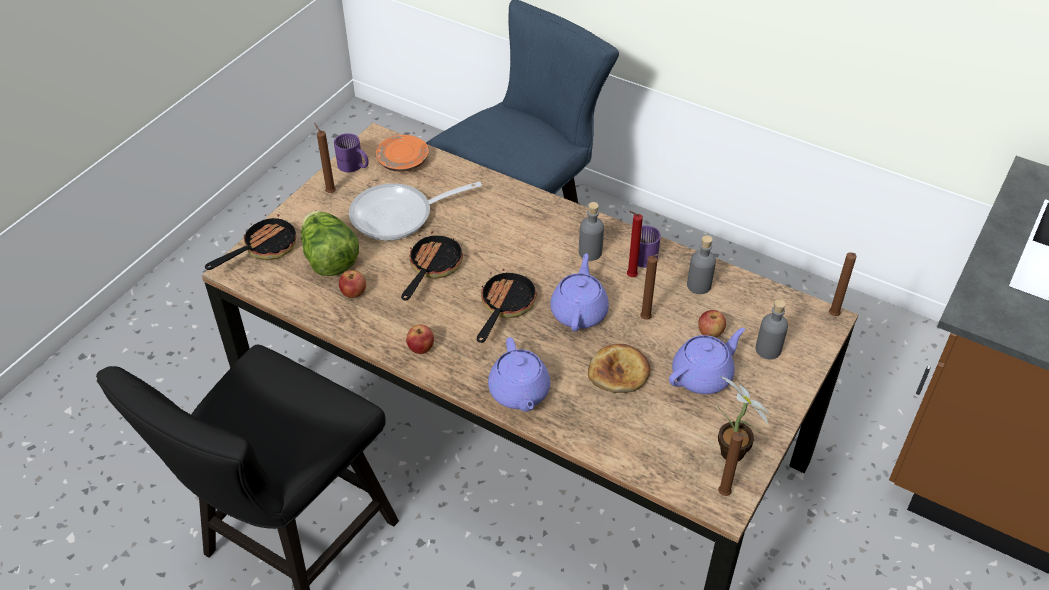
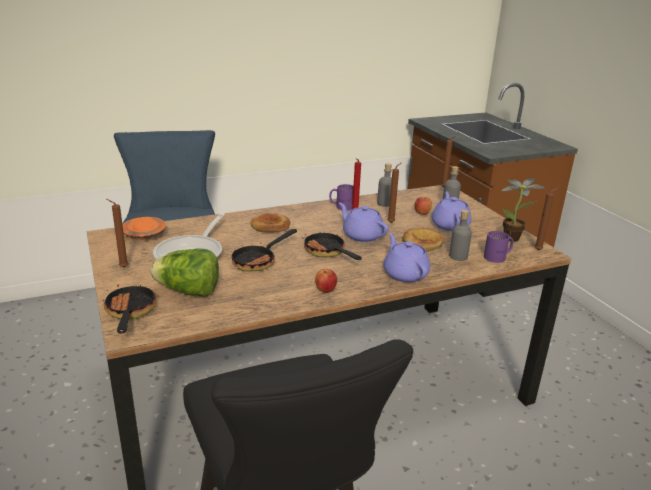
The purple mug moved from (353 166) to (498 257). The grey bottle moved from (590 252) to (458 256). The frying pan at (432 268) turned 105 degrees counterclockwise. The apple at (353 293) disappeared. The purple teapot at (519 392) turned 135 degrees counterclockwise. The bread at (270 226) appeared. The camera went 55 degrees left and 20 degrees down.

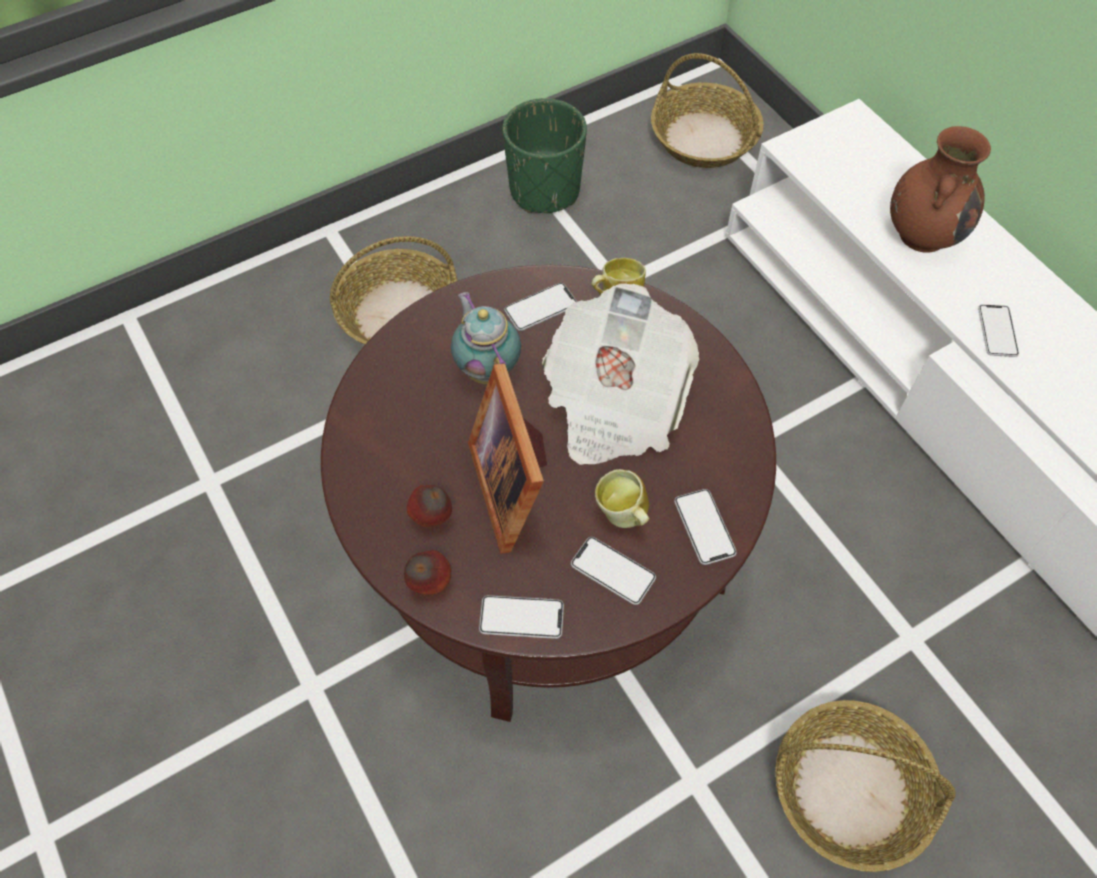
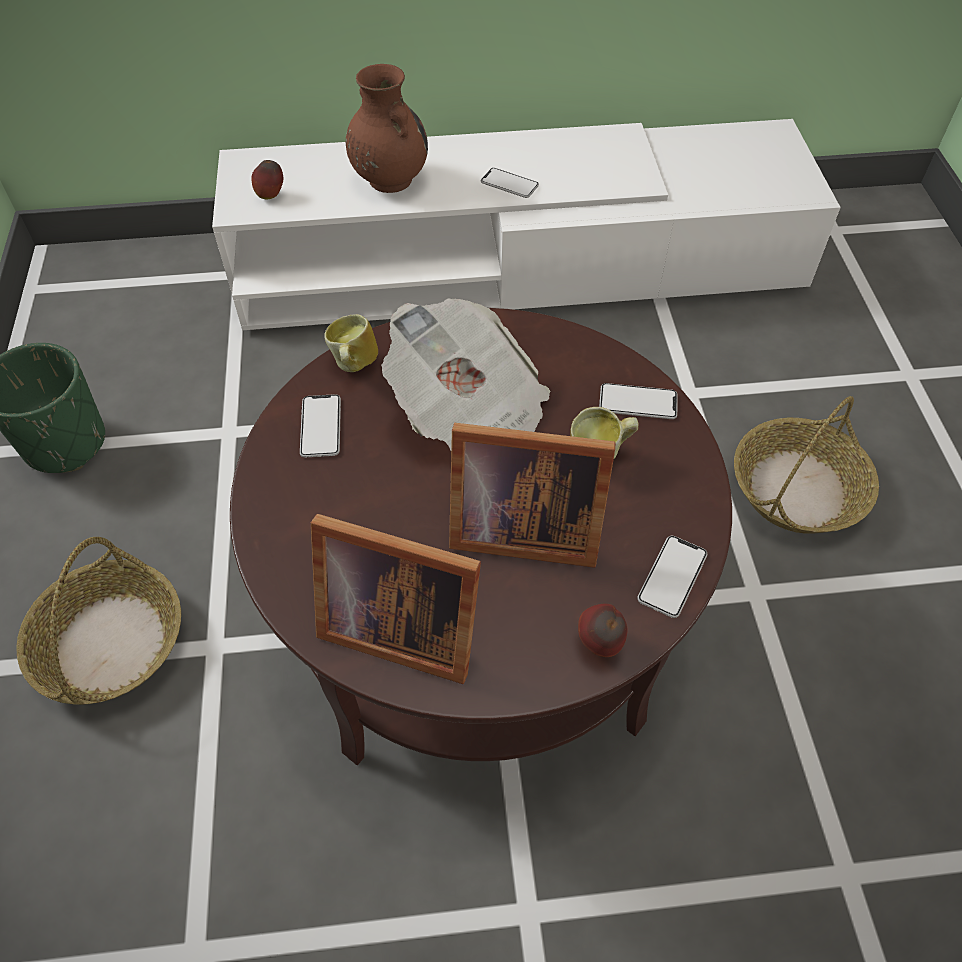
The basket at (704 138) disappeared. The teapot at (487 368) disappeared. The apple moved from (432 518) to (271 195). The phone at (613 571) disappeared. The picture frame at (397 625) appeared. The camera went 65 degrees left and 5 degrees down.

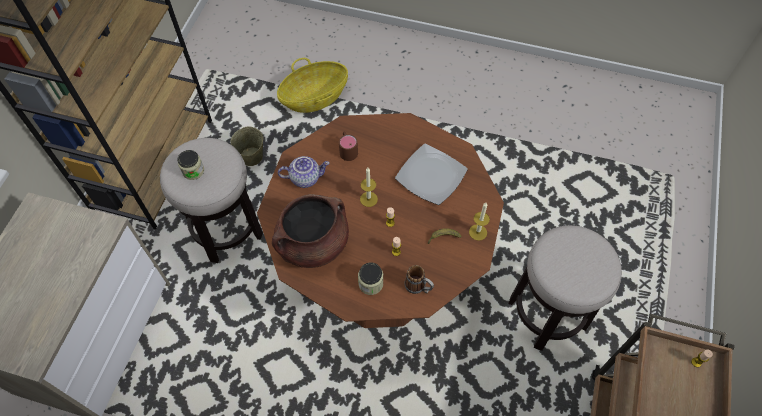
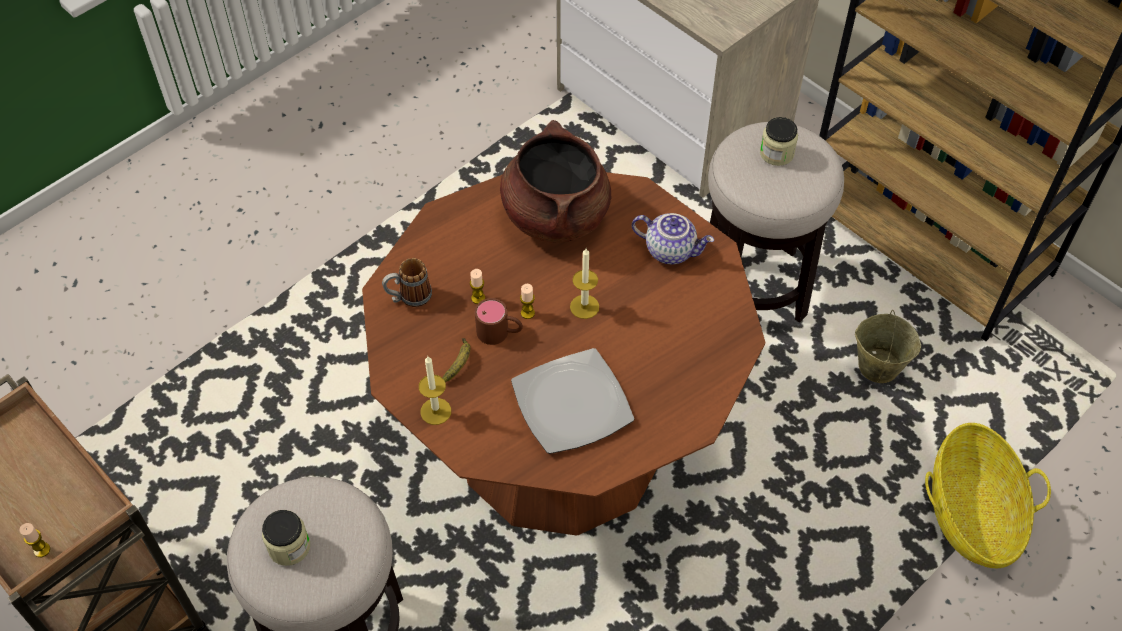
The brown mug moved from (347 149) to (500 333). The teapot at (305 177) turned 90 degrees counterclockwise. The jar moved from (370 283) to (289 547). The camera went 120 degrees right and 5 degrees down.

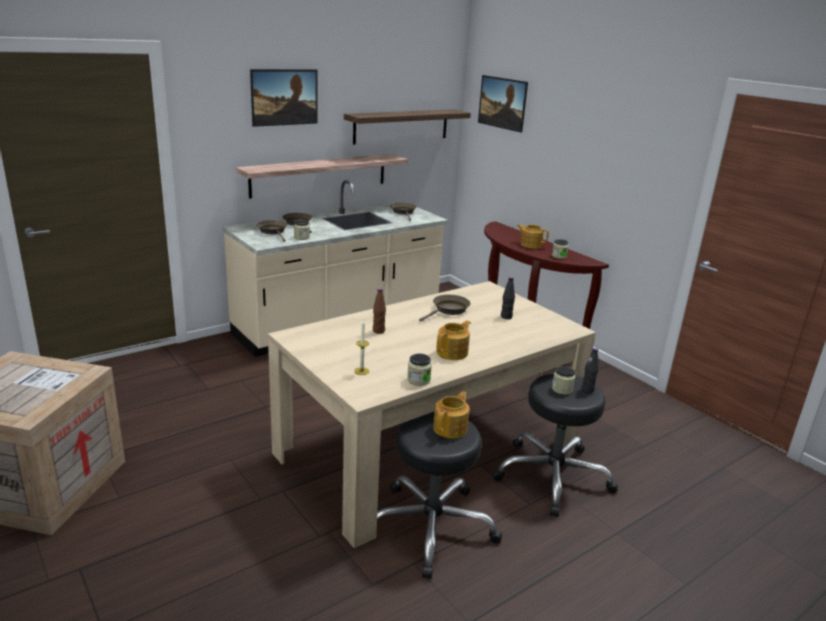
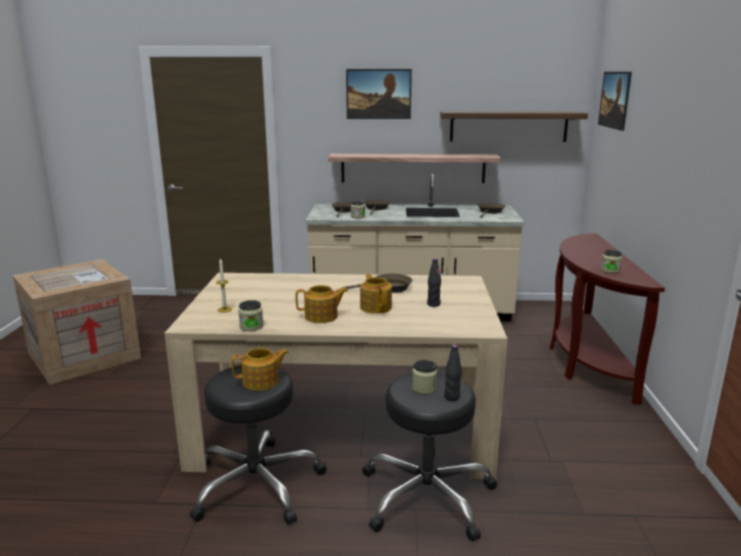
The teapot moved from (530 245) to (376 307). The brown bottle at (378 331) disappeared. The camera went 40 degrees right and 5 degrees down.

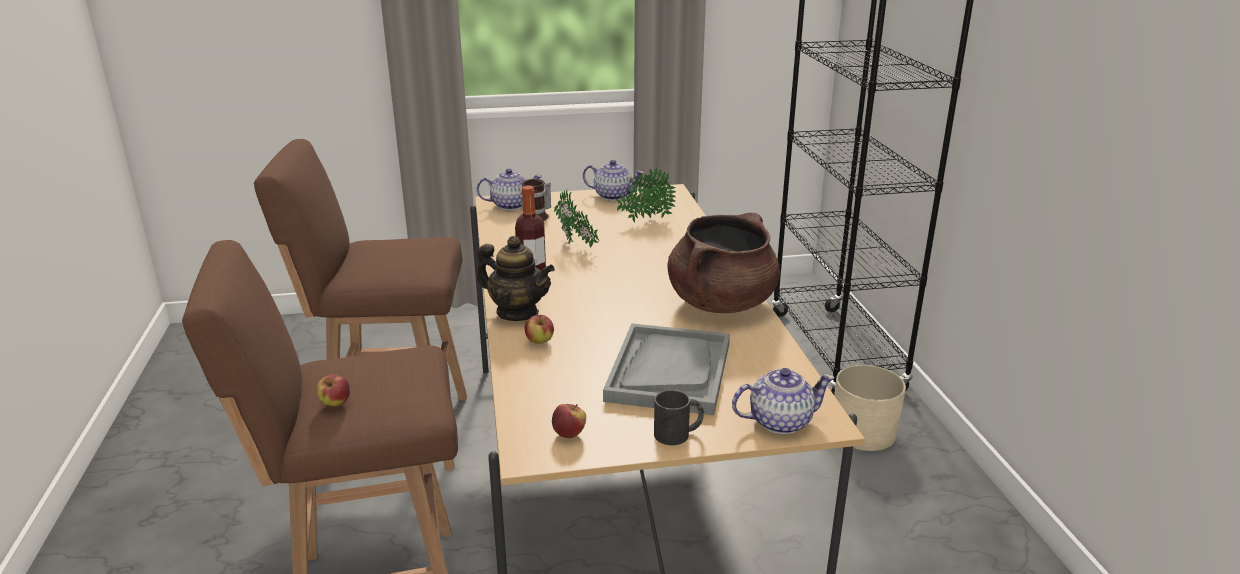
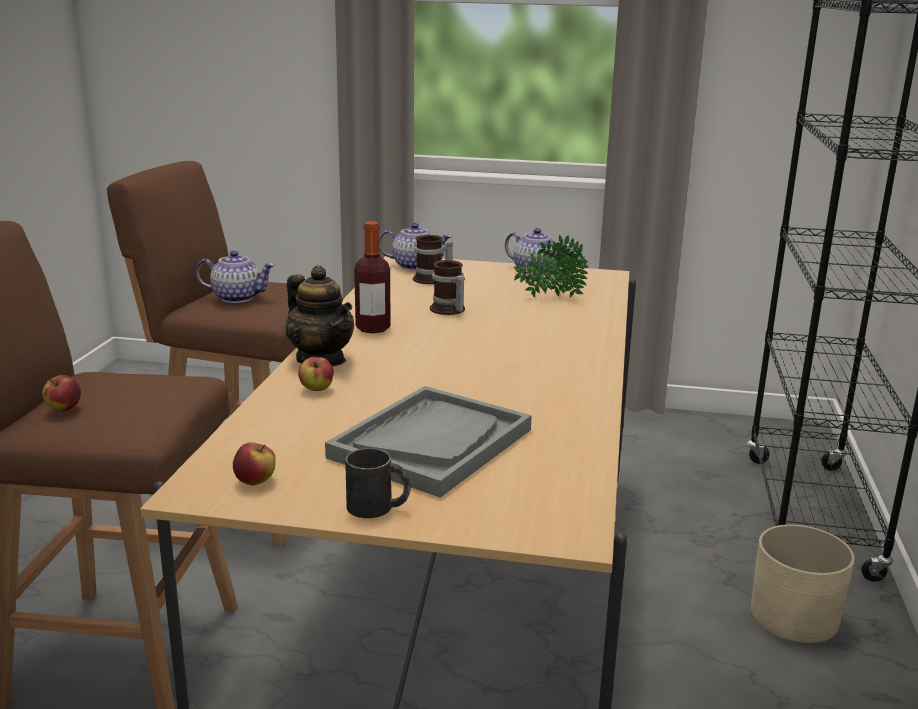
The potted plant at (576 246) was replaced by the mug at (447 310). The brown cooking pot at (721 303) disappeared. The teapot moved from (779 421) to (236 297). The camera went 20 degrees right and 5 degrees down.

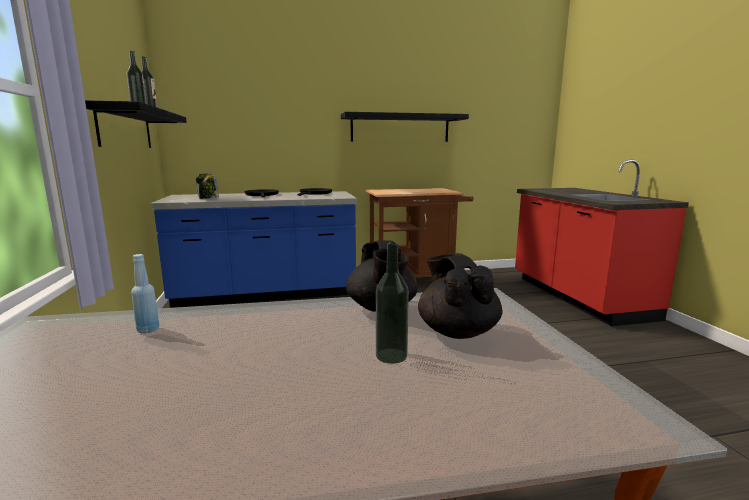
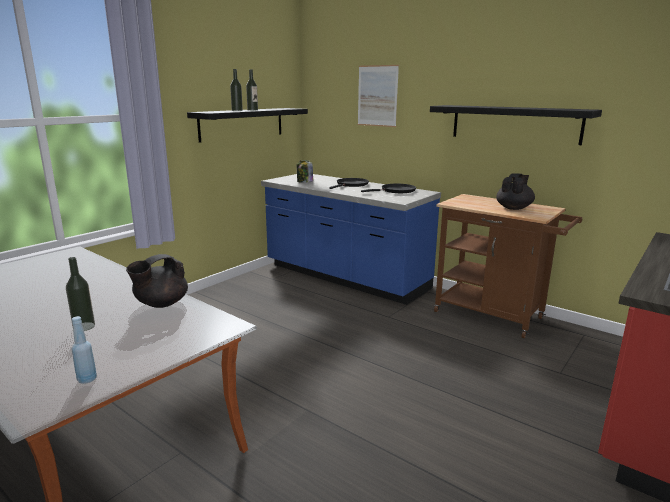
The black teapot moved from (457 331) to (514 208). The blue bottle moved from (148 330) to (87 379). The picture at (377 96) appeared. The camera went 50 degrees right and 5 degrees up.

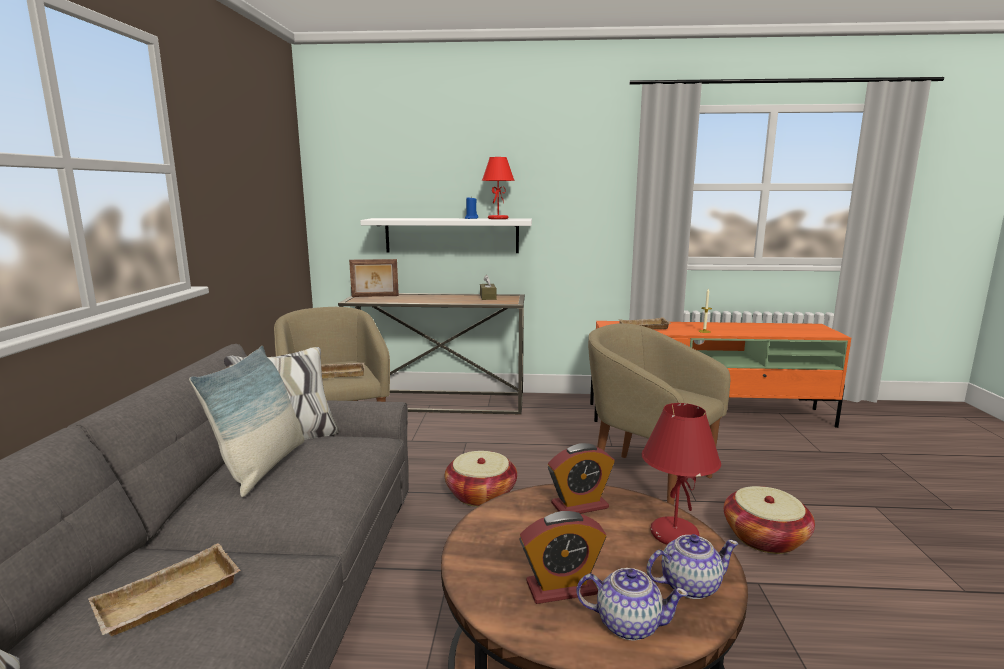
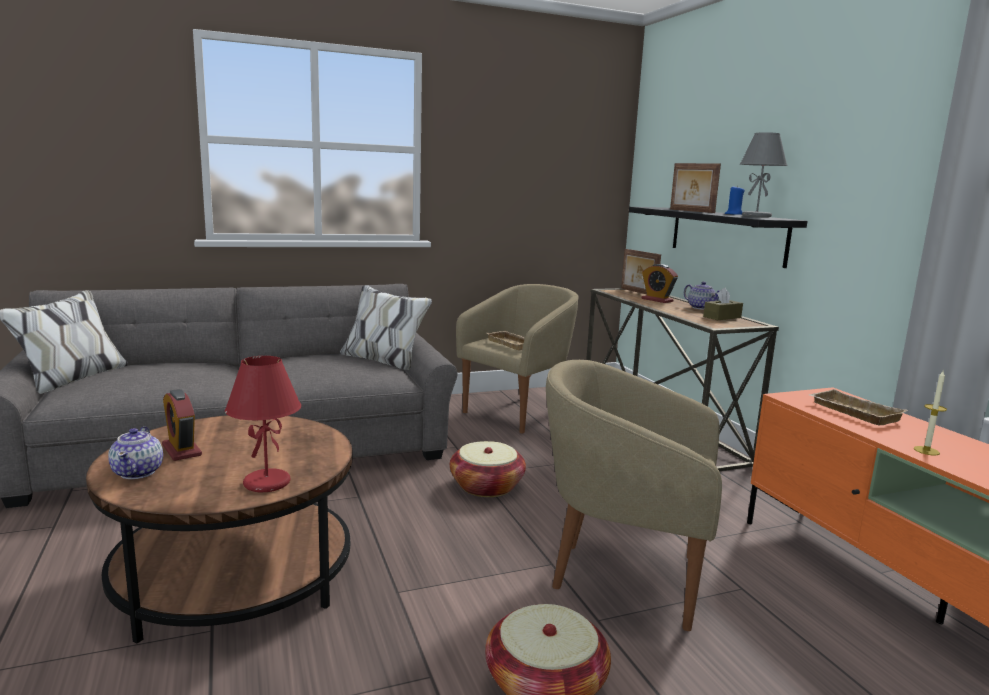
The red table lamp at (498 218) became the grey table lamp at (757 216). The white shelf at (452 235) became the black shelf at (726 235). The beige armchair at (647 478) turned 90 degrees counterclockwise. The pillow at (262 466) disappeared. The alarm clock moved from (579 506) to (657 300). The teapot moved from (689 585) to (701 307). The beige tray at (168 600) disappeared. The picture frame at (691 211) appeared. The camera went 65 degrees right and 0 degrees up.

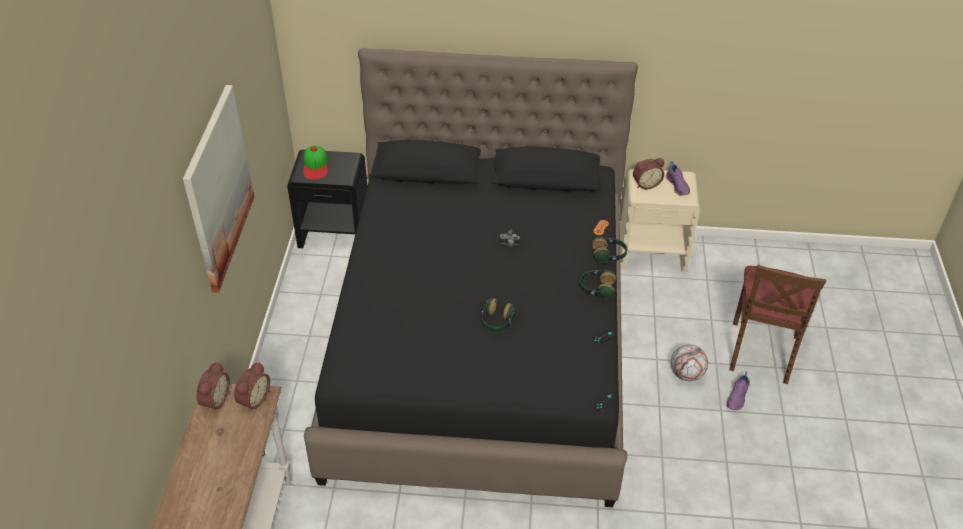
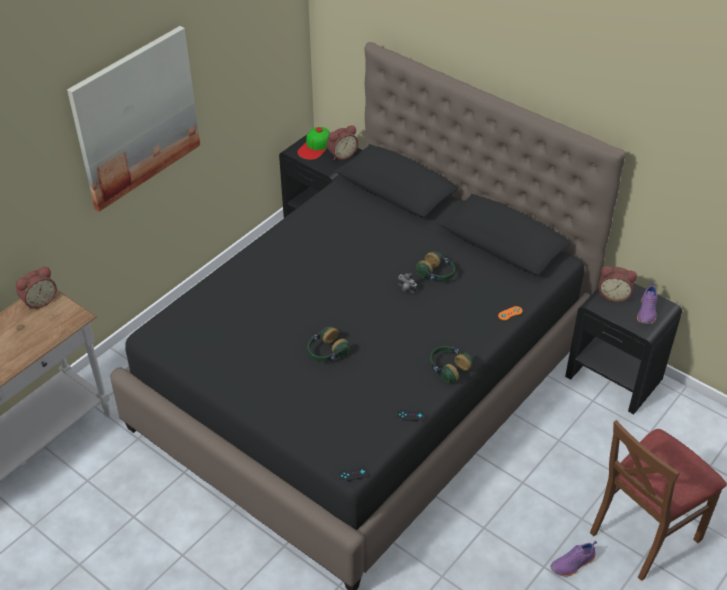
The beige nightstand at (653 253) became the black nightstand at (614 378). The headphones moved from (609 255) to (436 274). The football at (686 374) disappeared. The alarm clock moved from (253 399) to (341 154). The camera went 35 degrees right and 0 degrees up.

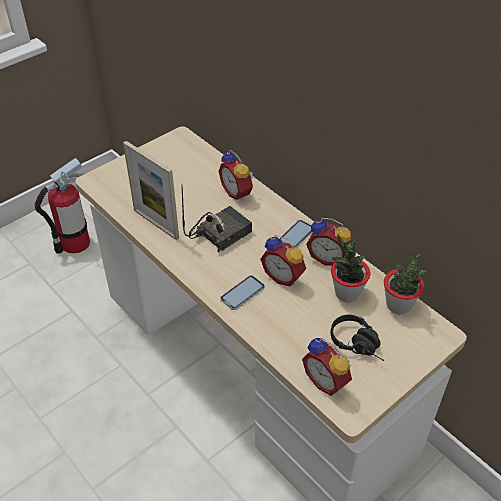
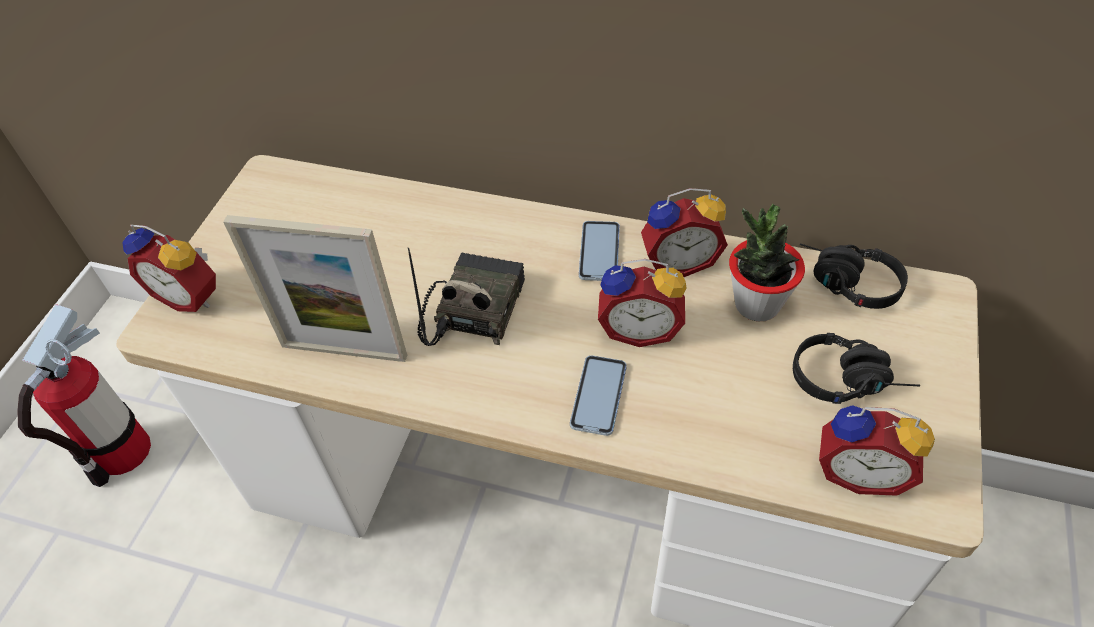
The alarm clock moved from (238 192) to (191 295). The potted plant at (398 305) was replaced by the black headphones at (844 283). The camera went 30 degrees left and 5 degrees up.

